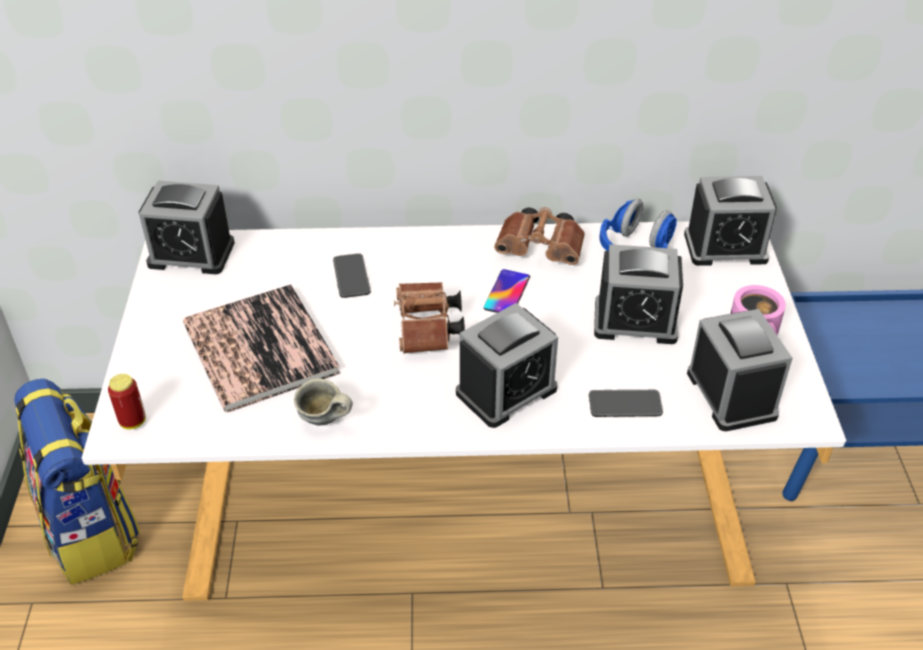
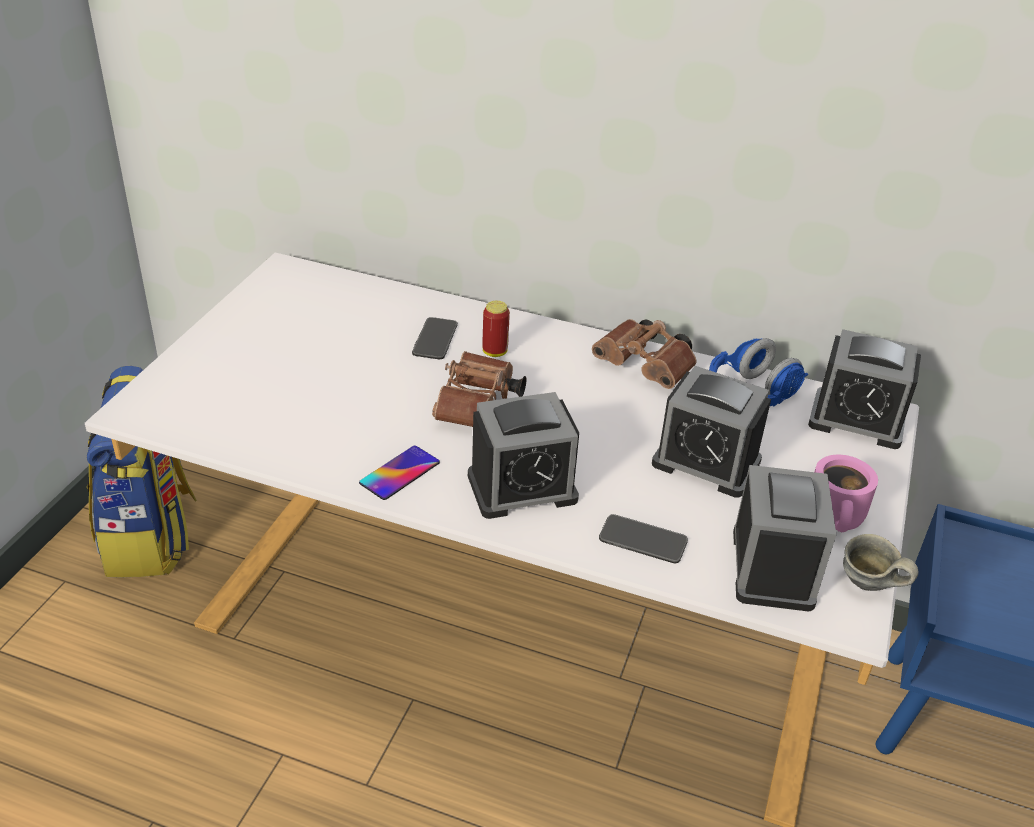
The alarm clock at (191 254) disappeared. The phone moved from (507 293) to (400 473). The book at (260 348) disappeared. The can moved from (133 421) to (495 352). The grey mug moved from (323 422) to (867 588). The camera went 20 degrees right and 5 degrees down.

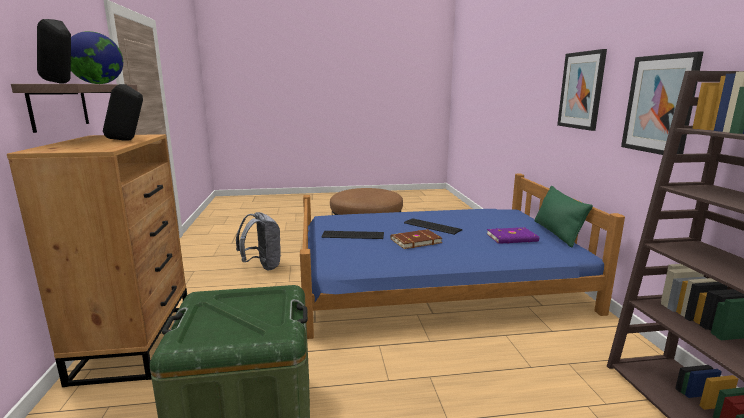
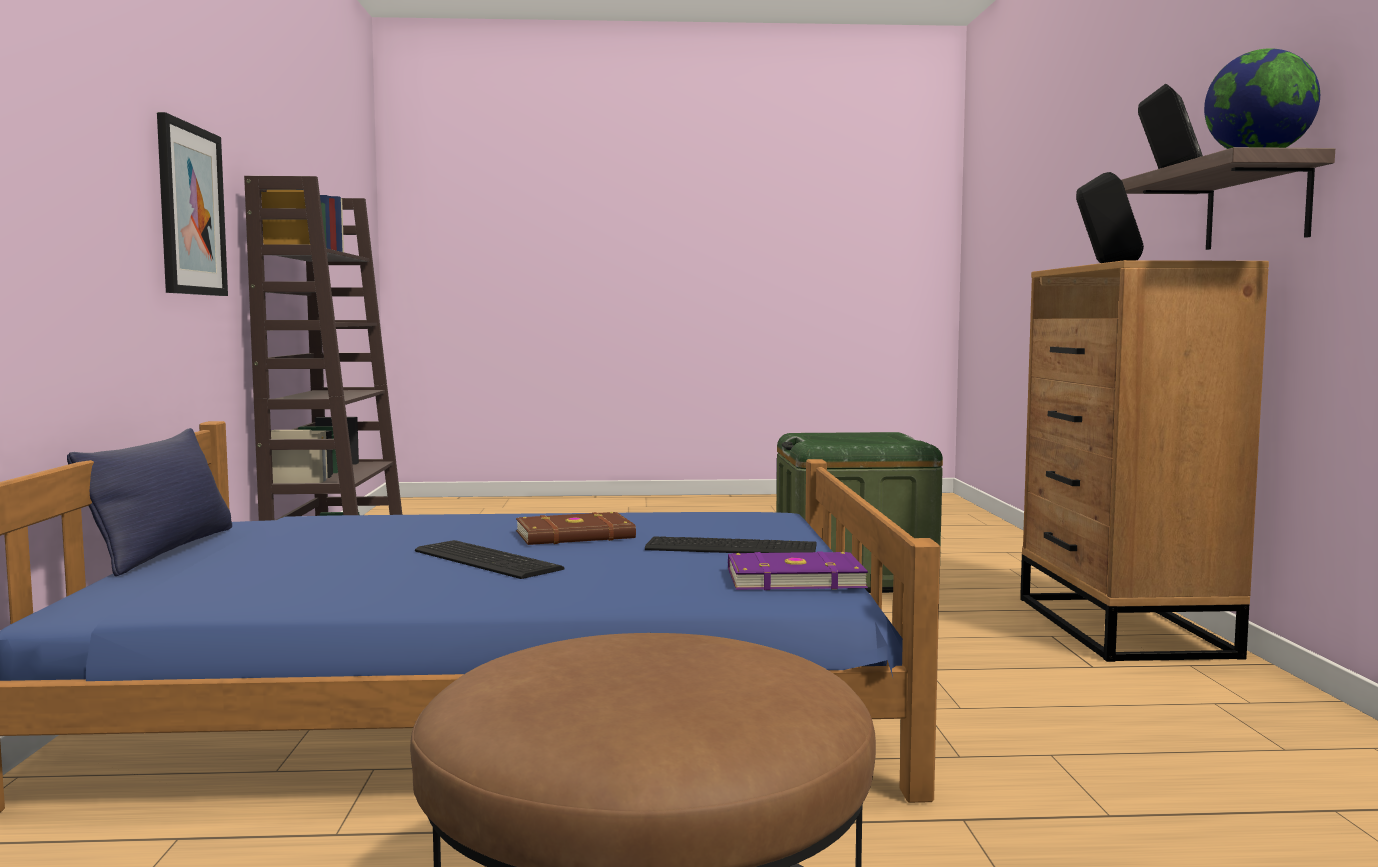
The picture at (581 90) disappeared. The green pillow at (556 233) became the blue pillow at (164 550). The grey backpack at (262 266) disappeared. The purple book moved from (512 238) to (793 578). The camera went 175 degrees left and 10 degrees down.

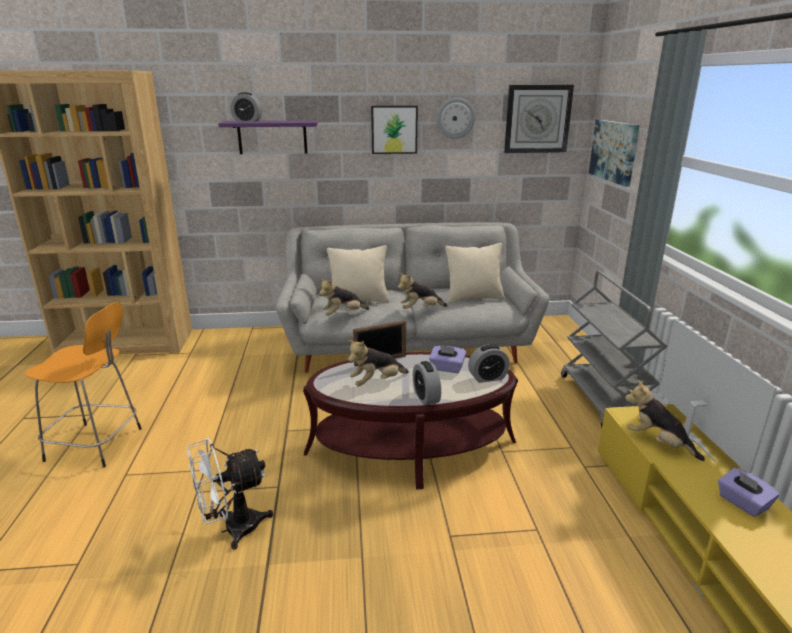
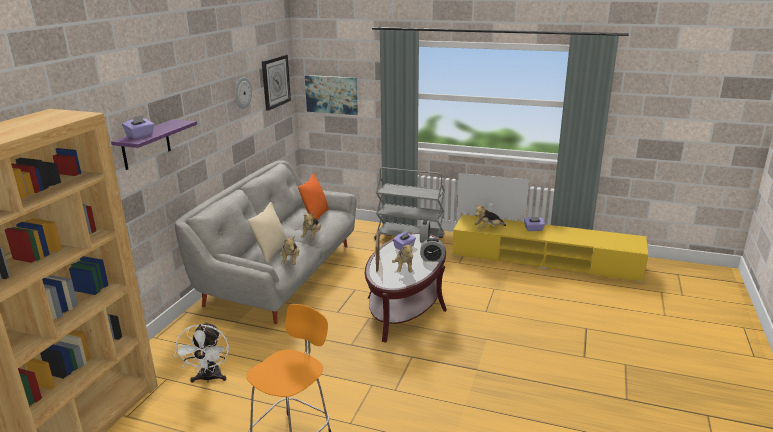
The alarm clock at (247 121) was replaced by the purple tissue box at (140 135). The picture at (394 129) disappeared. The beige pillow at (474 298) became the orange pillow at (315 216). The white fan moved from (232 529) to (209 379). The camera went 65 degrees left and 0 degrees up.

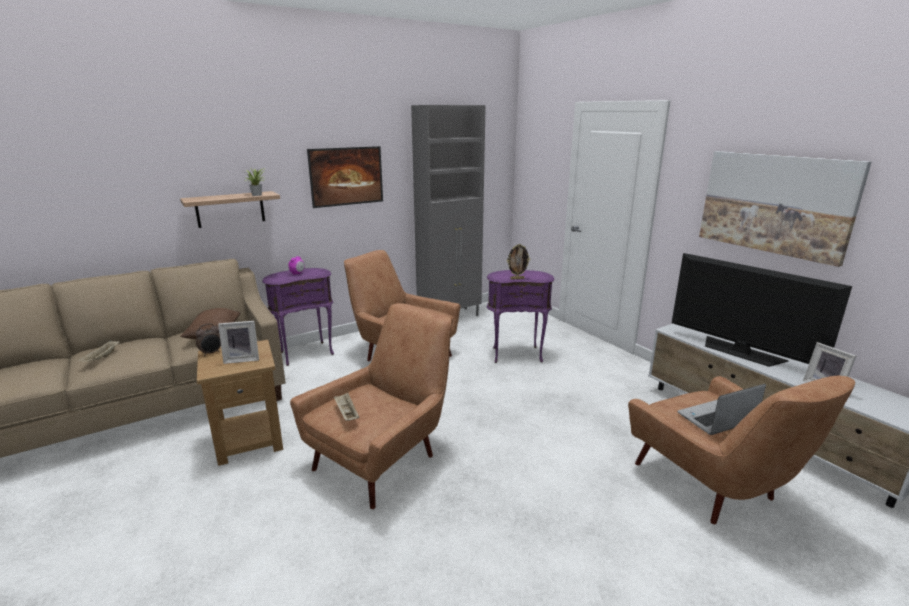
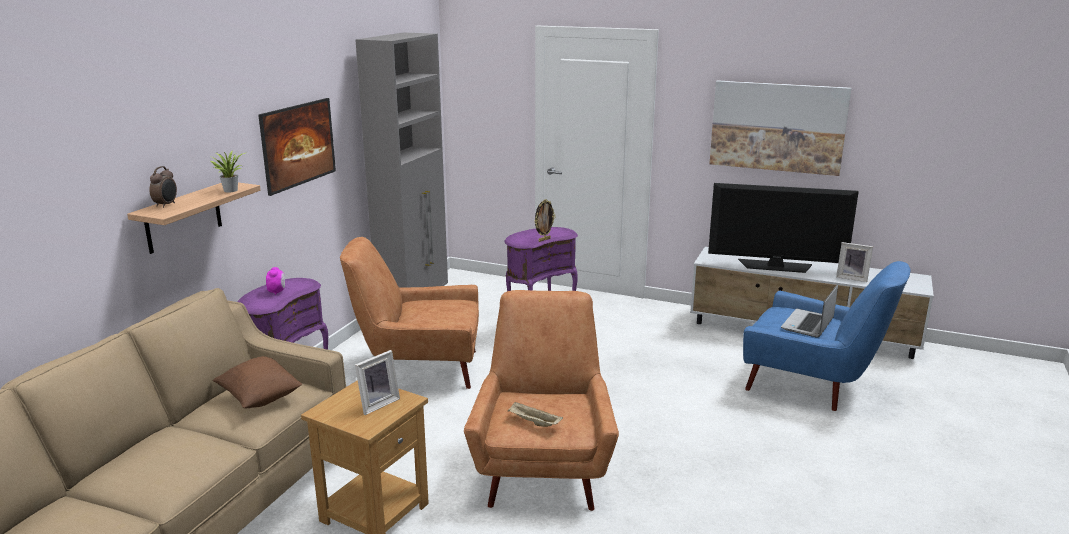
The alarm clock moved from (211 353) to (166 205). The beige tray at (102 358) disappeared. The brown armchair at (713 487) became the blue armchair at (811 386). The camera went 35 degrees left and 0 degrees up.

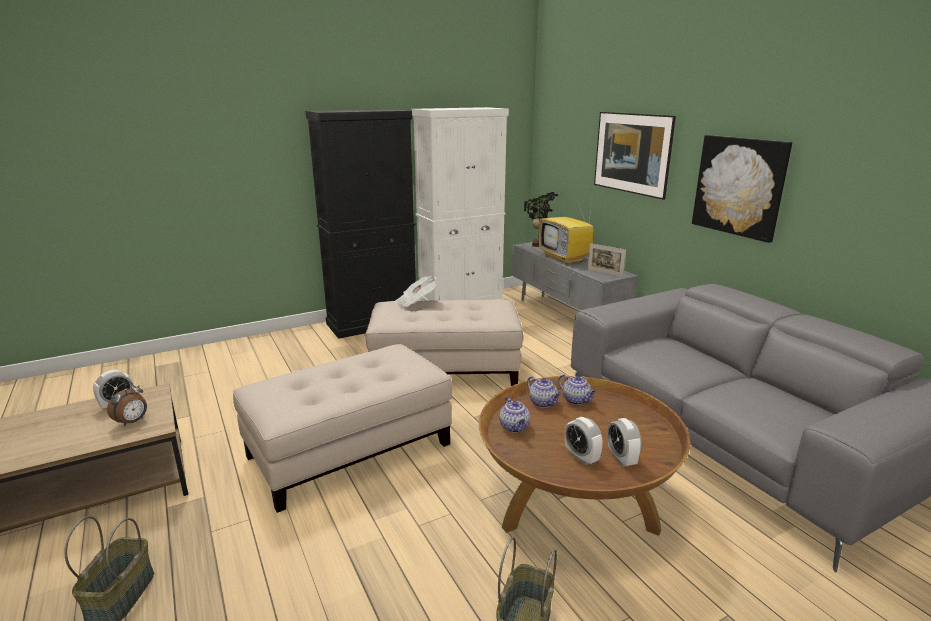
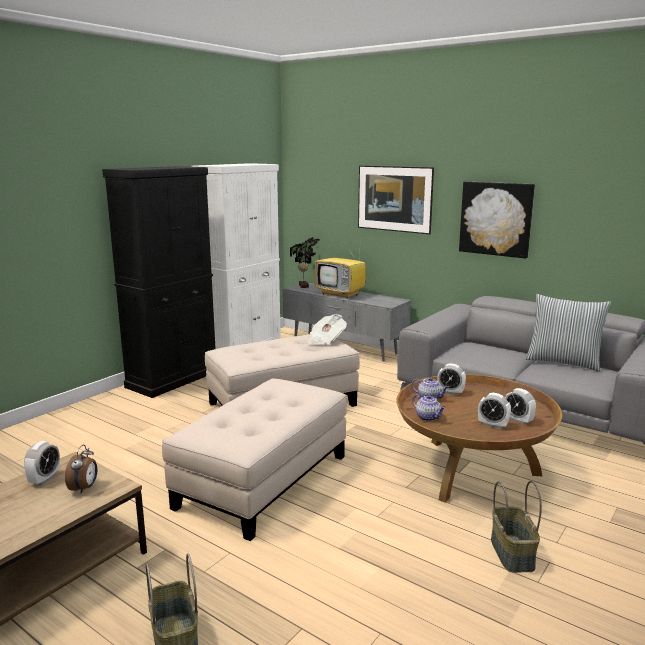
The picture frame at (605 273) disappeared. The newspaper moved from (415 302) to (325 340). The teapot at (576 400) was replaced by the alarm clock at (450 392). The pillow at (563 362) appeared. The camera went 25 degrees left and 5 degrees down.

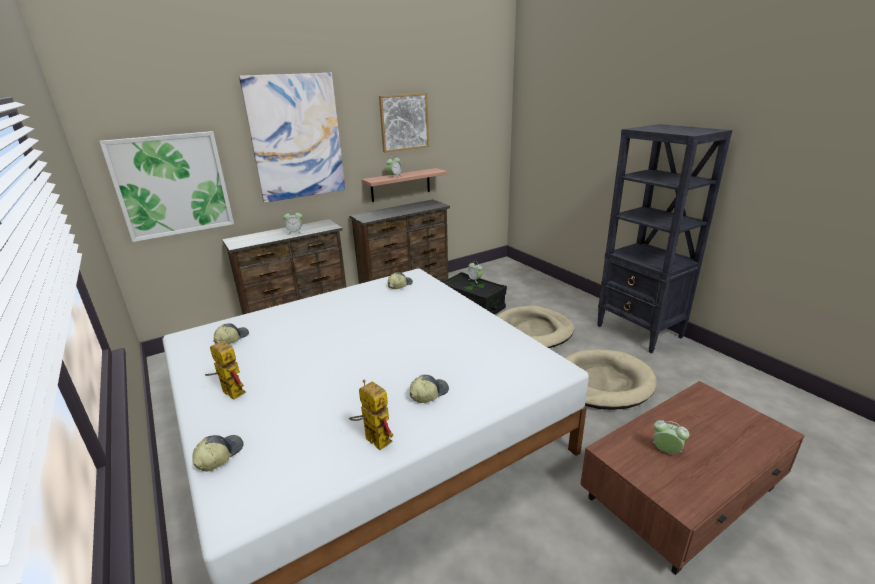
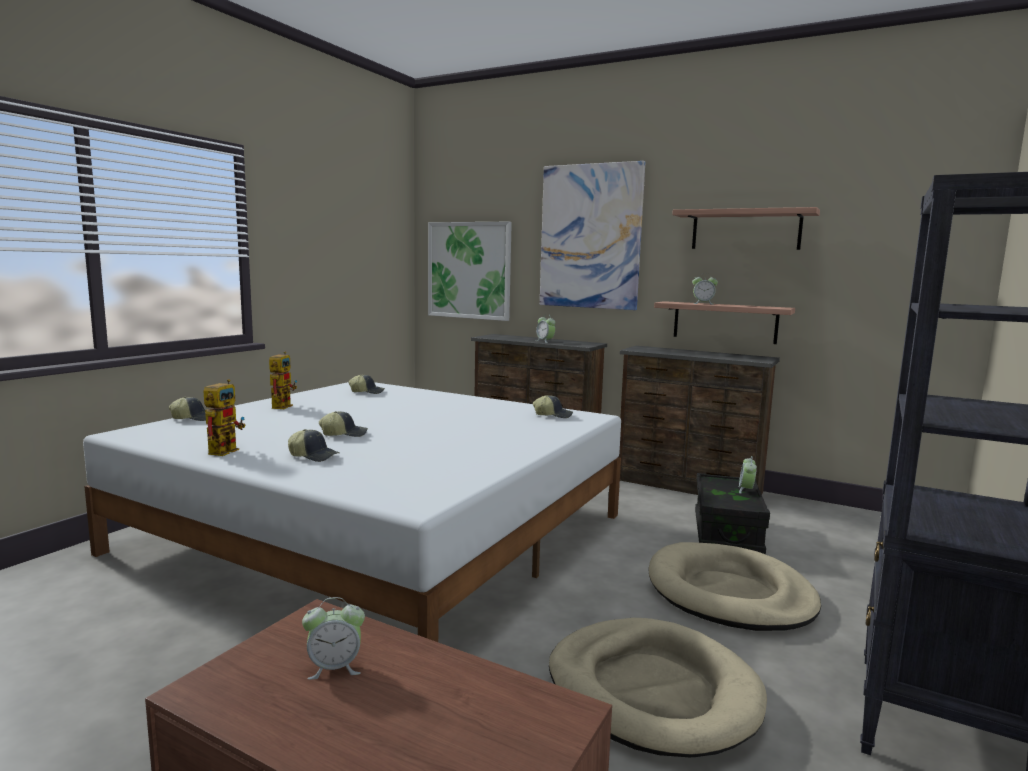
The picture at (404 122) was replaced by the shelf at (745 230). The alarm clock at (666 451) turned 75 degrees clockwise. The cap at (344 434) appeared. The camera went 60 degrees right and 15 degrees down.

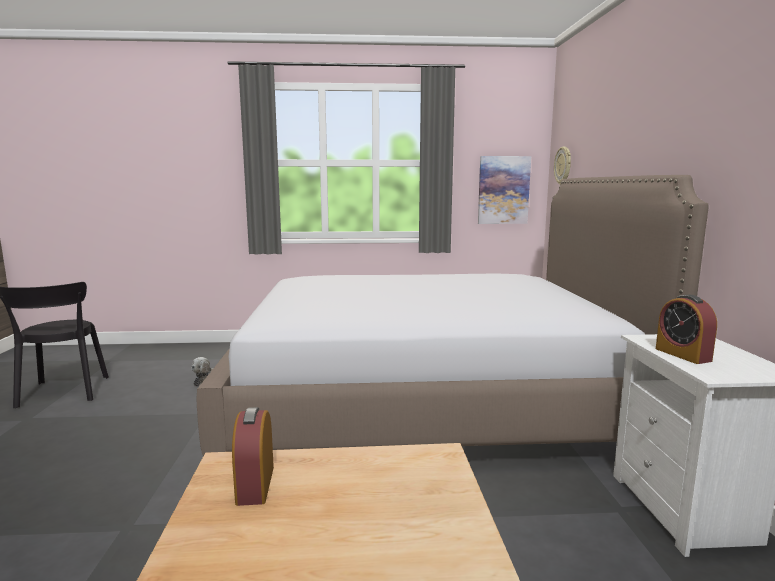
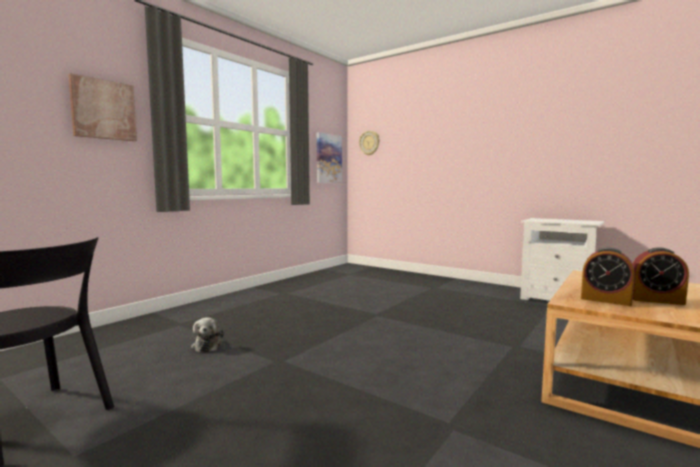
The bed at (426 402) disappeared. The alarm clock moved from (682 355) to (656 300). The picture at (103 109) appeared. The camera went 50 degrees left and 5 degrees down.

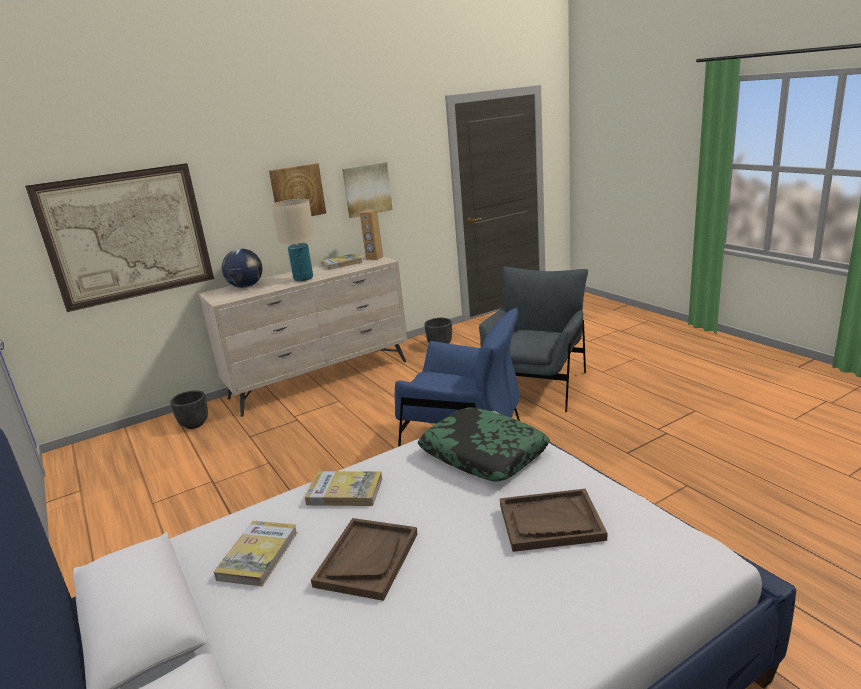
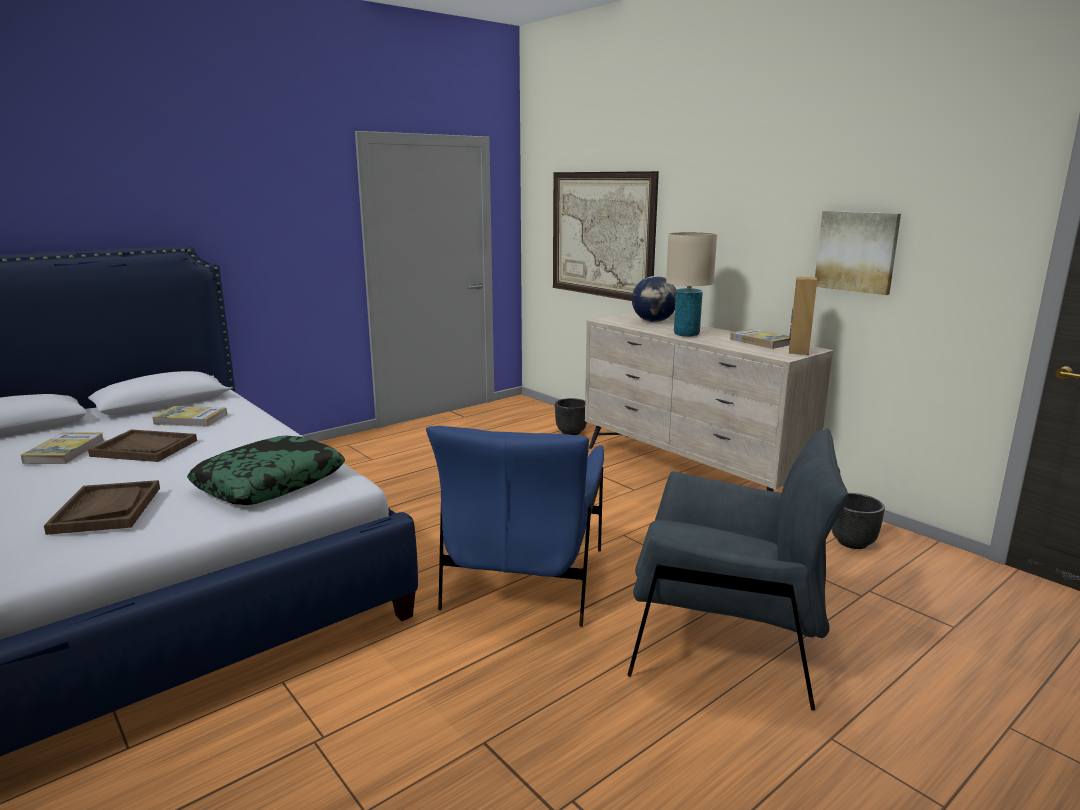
The picture at (297 192) disappeared. The book moved from (345 491) to (65 451). The camera went 80 degrees right and 5 degrees down.

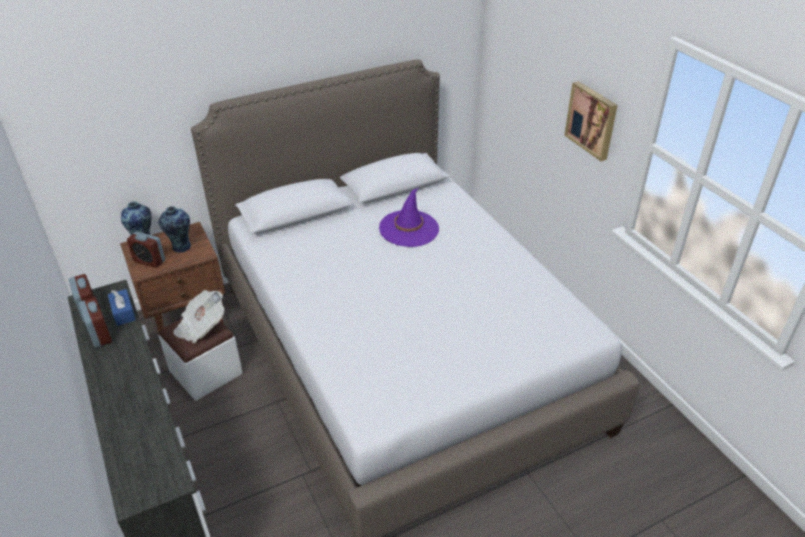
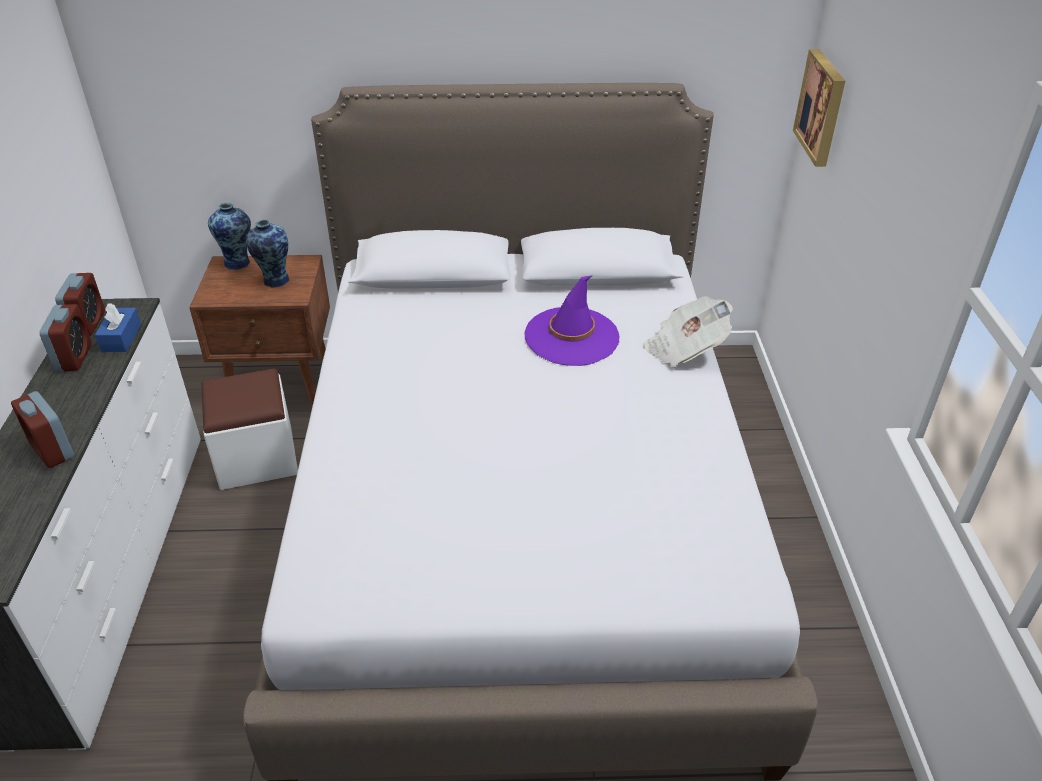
The picture moved from (592 120) to (822 107). The alarm clock moved from (149 261) to (52 450). The newspaper moved from (201 327) to (685 348). The camera went 25 degrees right and 0 degrees up.

